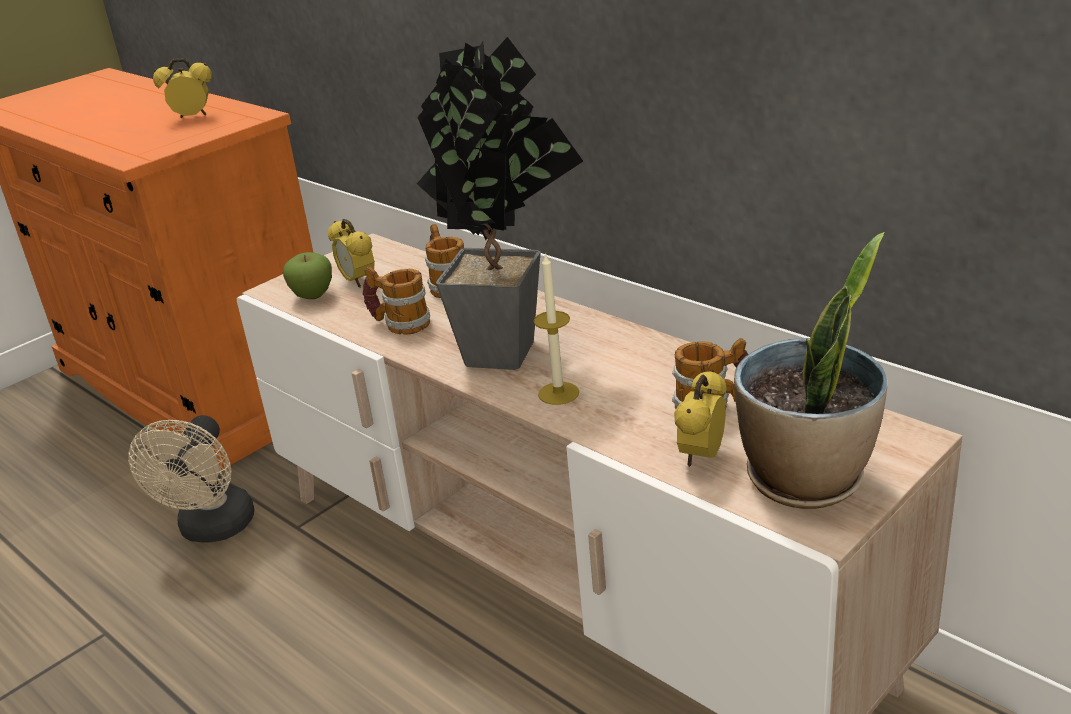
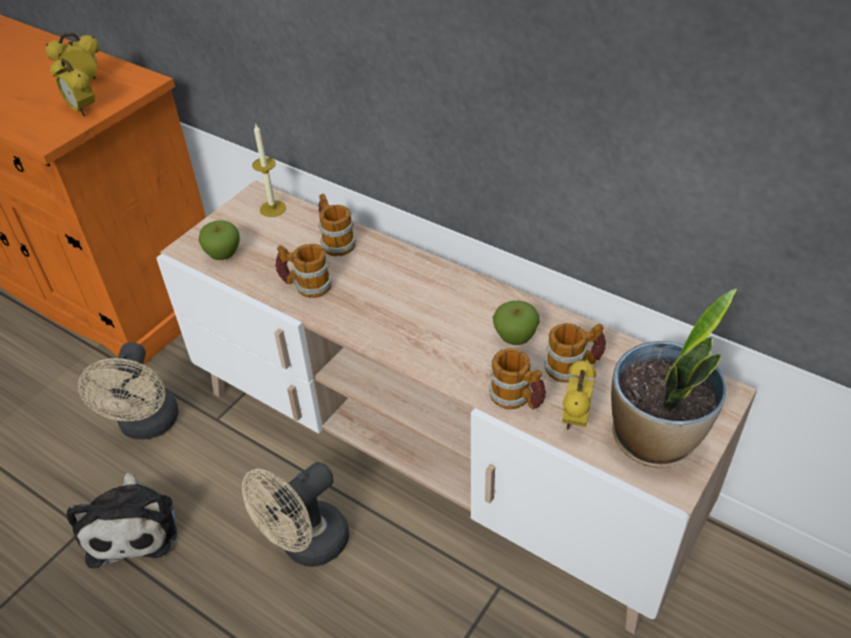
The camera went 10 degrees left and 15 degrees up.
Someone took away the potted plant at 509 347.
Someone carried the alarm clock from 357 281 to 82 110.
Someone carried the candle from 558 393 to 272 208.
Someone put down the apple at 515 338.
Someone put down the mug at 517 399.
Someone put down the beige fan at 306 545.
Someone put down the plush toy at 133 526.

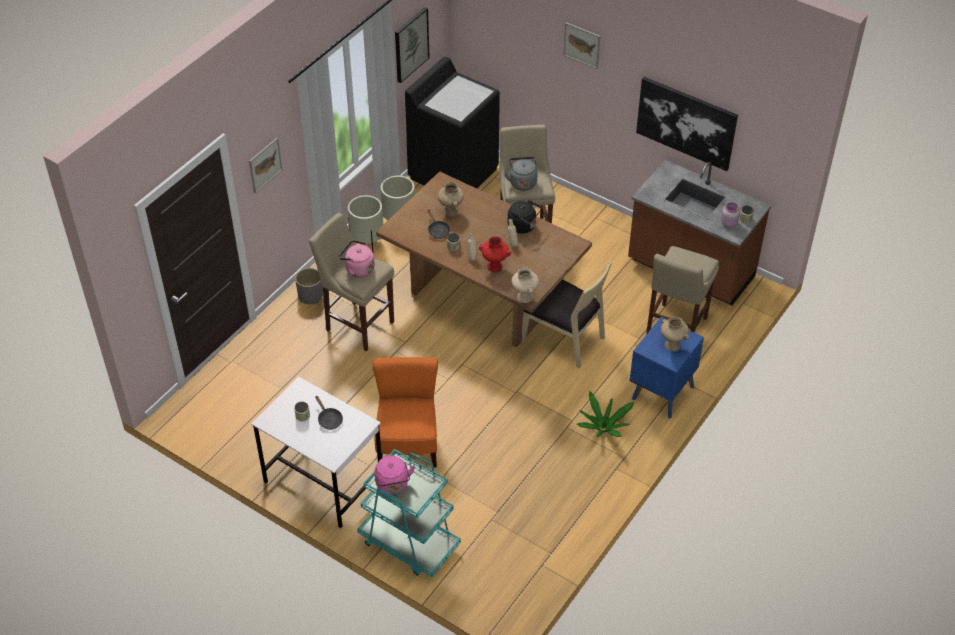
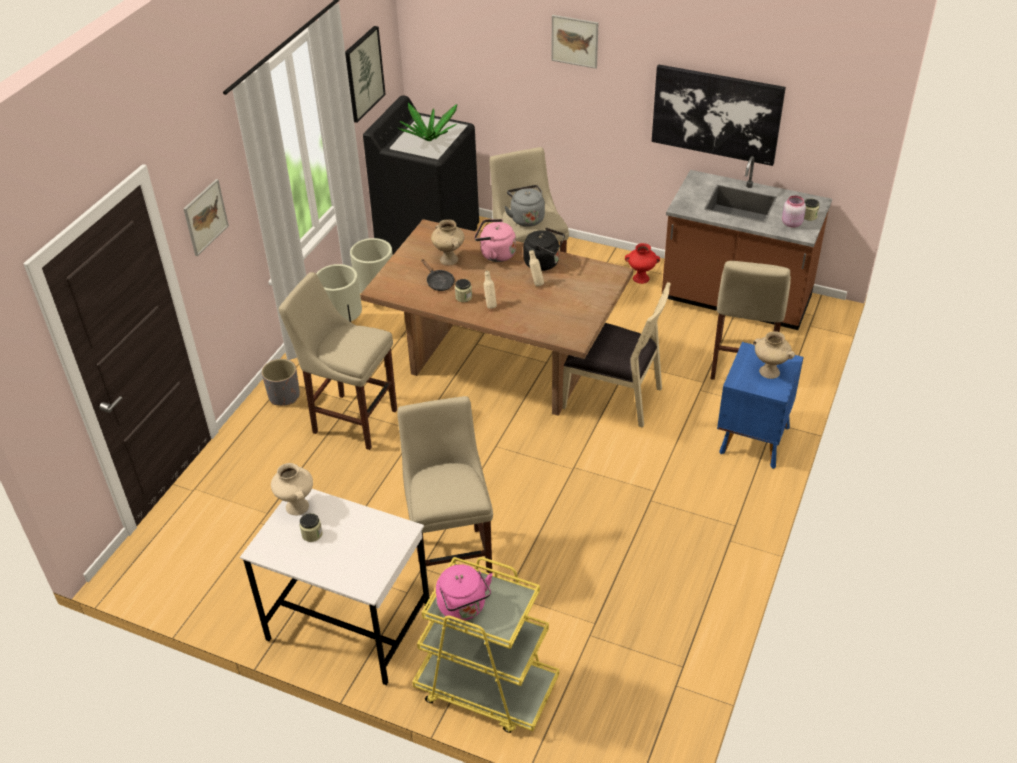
The camera went 10 degrees left and 5 degrees down.
Someone carried the red vase from 495 266 to 641 278.
Someone carried the pink kettle from 358 269 to 495 254.
Someone carried the beige vase from 524 297 to 296 506.
Someone swapped the orange chair at 408 445 for the beige stool at 452 556.
Someone carried the potted plant from 603 427 to 429 138.
Someone took away the black frying pan at 329 419.
Someone repainted the turquoise cart at 409 542, which became the yellow cart at 486 688.

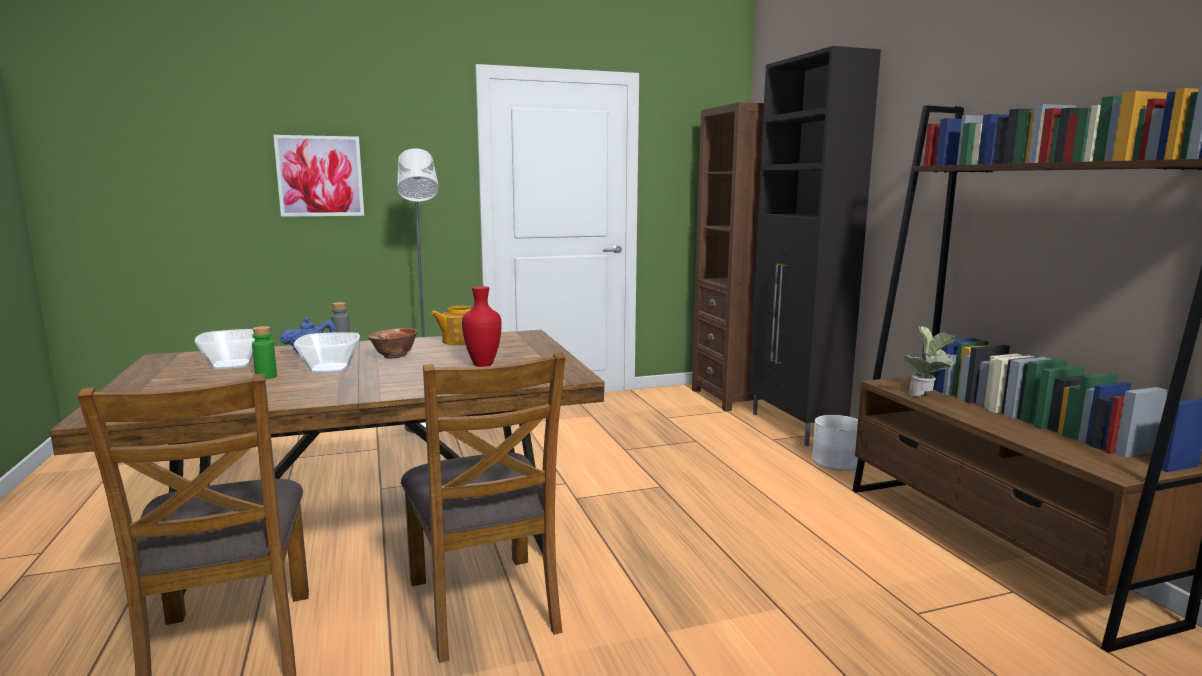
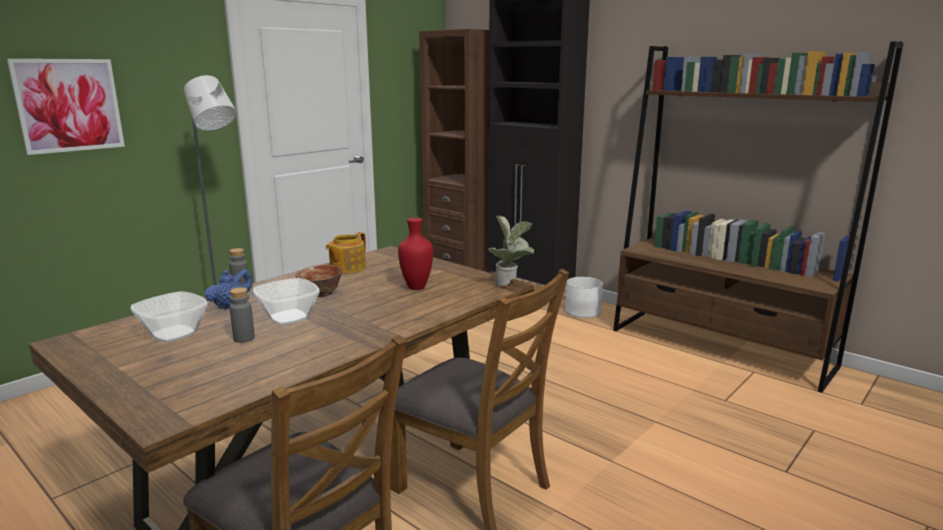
The camera went 30 degrees left and 5 degrees up.
Someone carried the potted plant from 926 396 to 510 284.
Someone repainted the green bottle at 266 377, which became the grey bottle at 244 338.

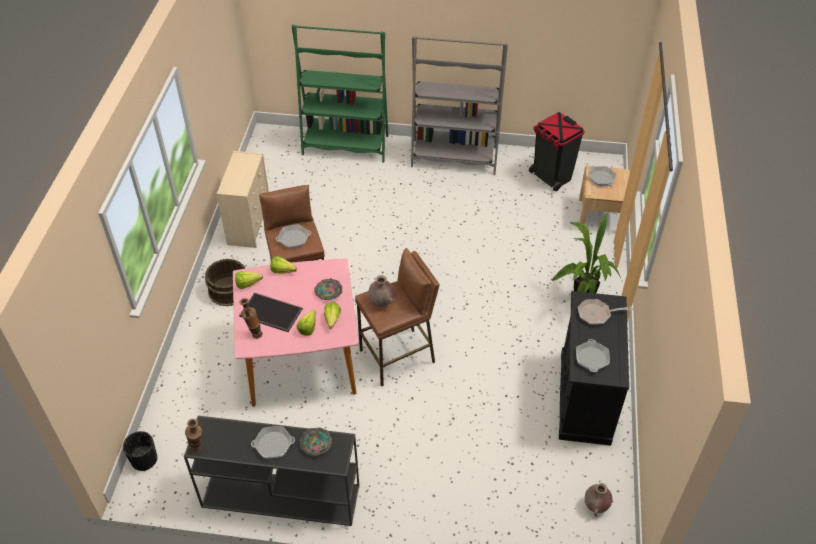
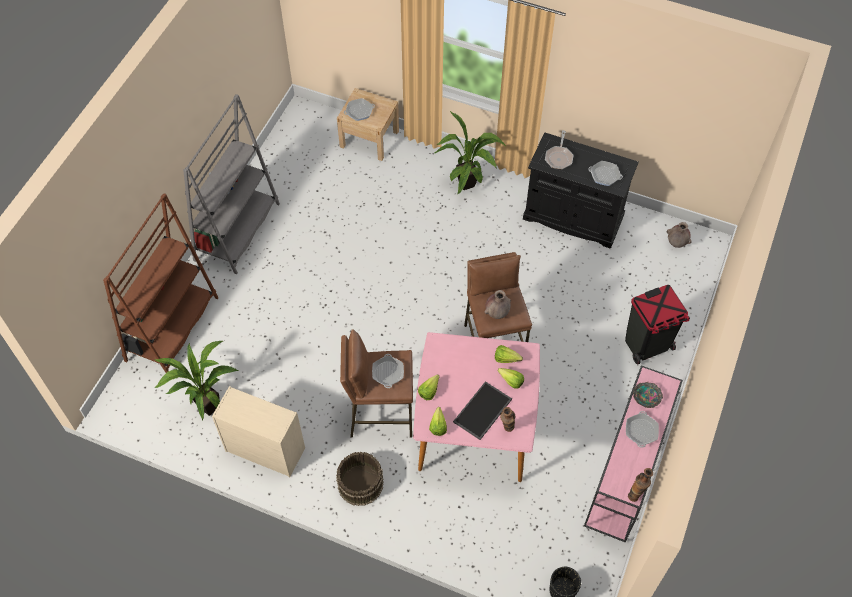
The camera went 75 degrees left and 10 degrees up.
Someone repainted the green bookcase at 345 145, which became the brown bookcase at 172 329.
Someone carried the black trash can from 551 177 to 647 345.
Someone took away the bowl at 328 292.
Someone repainted the black console table at 279 496, which became the pink console table at 625 473.
Someone put down the potted plant at 206 405.

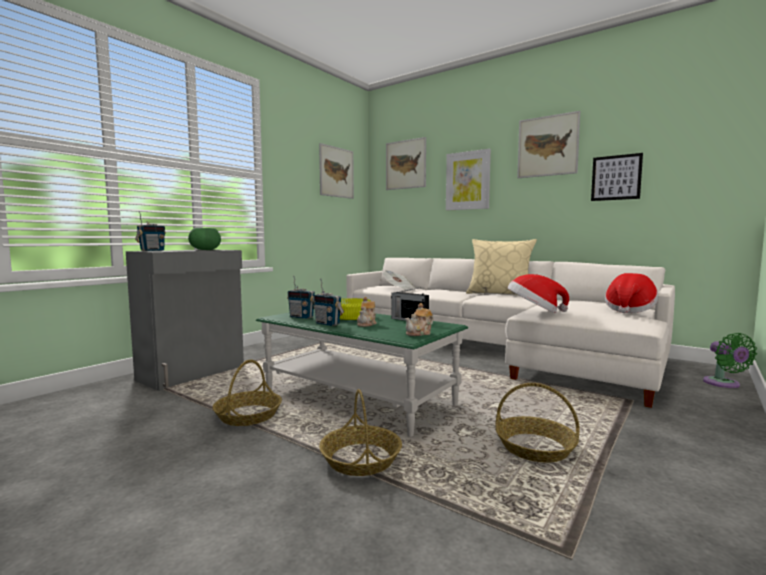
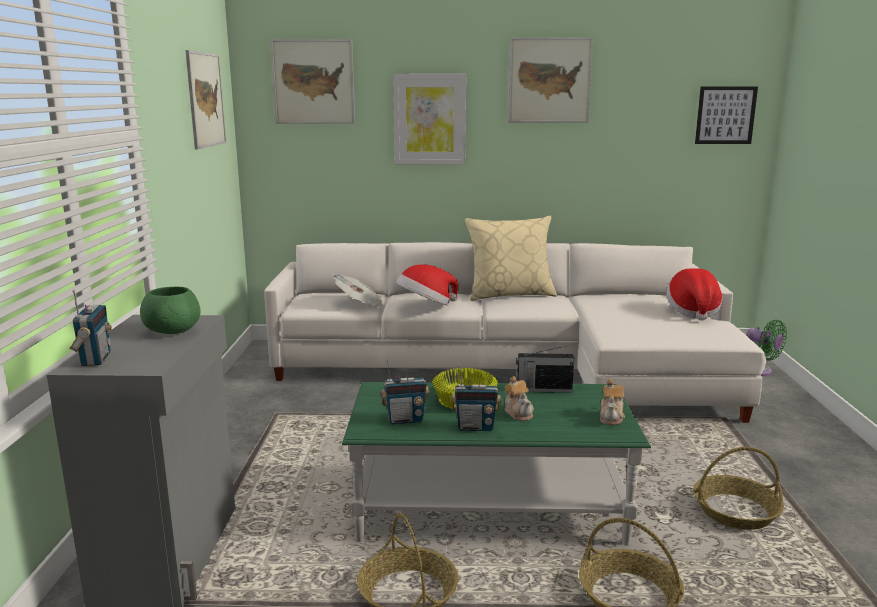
The camera went 35 degrees left and 10 degrees up.
Someone carried the picture from 616 177 to 725 115.
Someone carried the hat from 534 311 to 426 305.

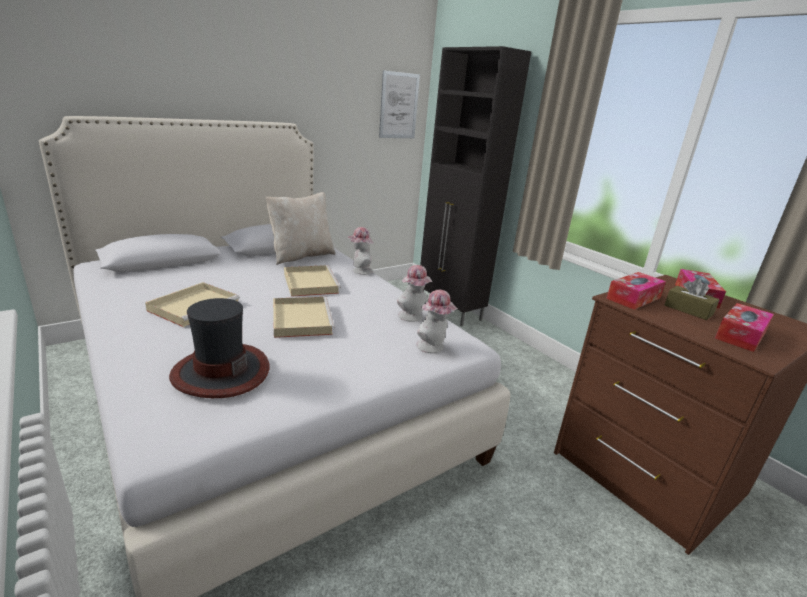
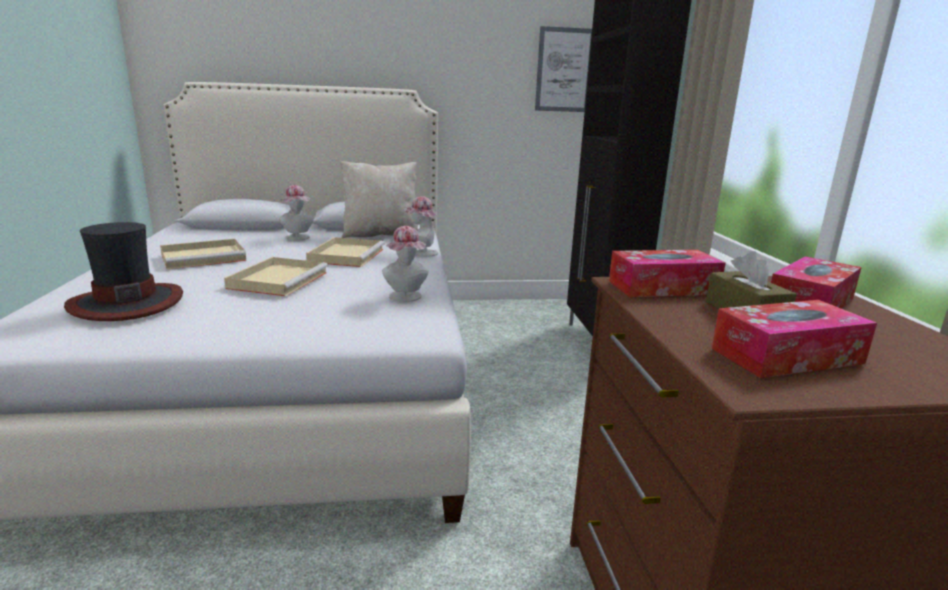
The camera went 30 degrees right and 5 degrees down.
Someone carried the hat from 433 347 to 298 238.

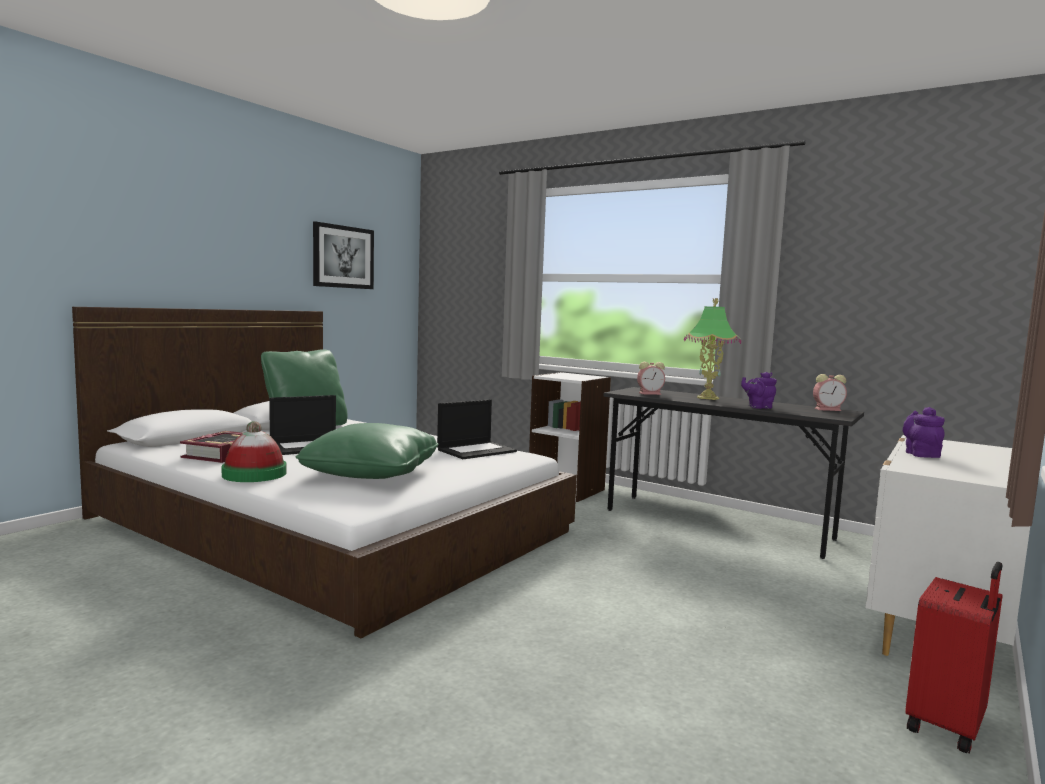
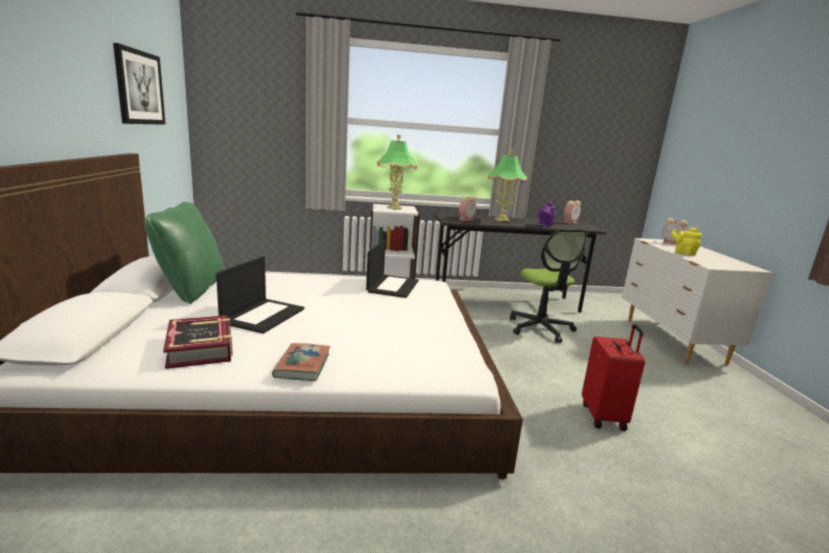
The camera went 40 degrees left and 10 degrees up.
Someone repainted the purple teapot at 920 454, which became the yellow teapot at 683 253.
Someone swapped the hat at 254 474 for the book at 302 365.
Someone took away the green pillow at 371 473.
Someone carried the red suitcase from 948 726 to 604 416.
Someone put down the table lamp at 394 208.
Someone put down the alarm clock at 672 243.
Someone put down the office chair at 540 328.

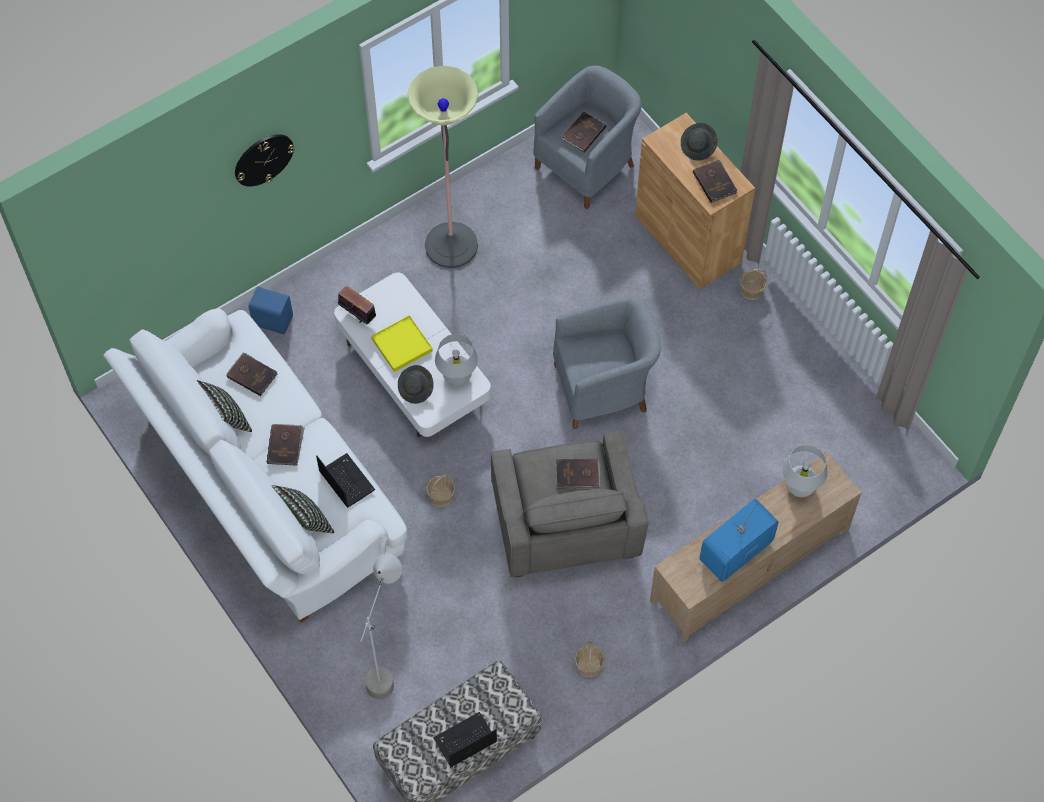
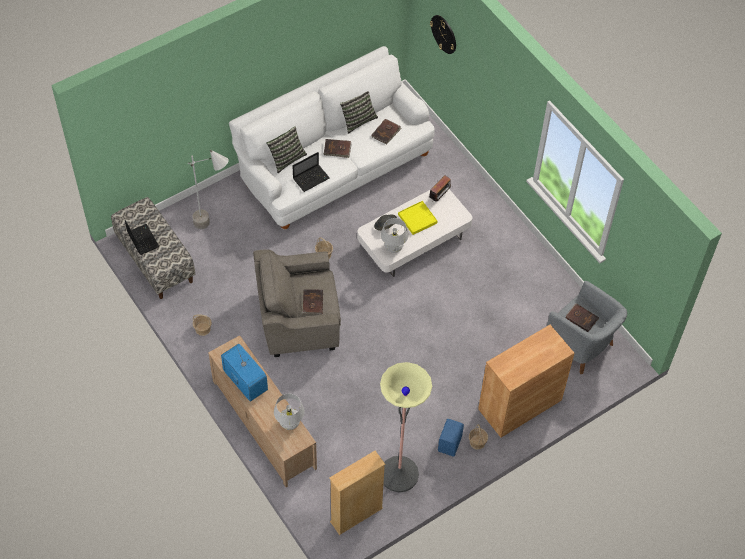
The camera went 90 degrees right and 5 degrees down.
Someone carried the floor lamp from 451 245 to 399 474.
Someone took away the grey hat at 698 147.
Someone carried the wall clock from 263 159 to 444 34.
Someone took away the brown book at 715 182.
Someone carried the blue speaker from 272 320 to 450 443.
Someone took away the grey armchair at 605 387.
Someone put down the beige bookcase at 356 515.

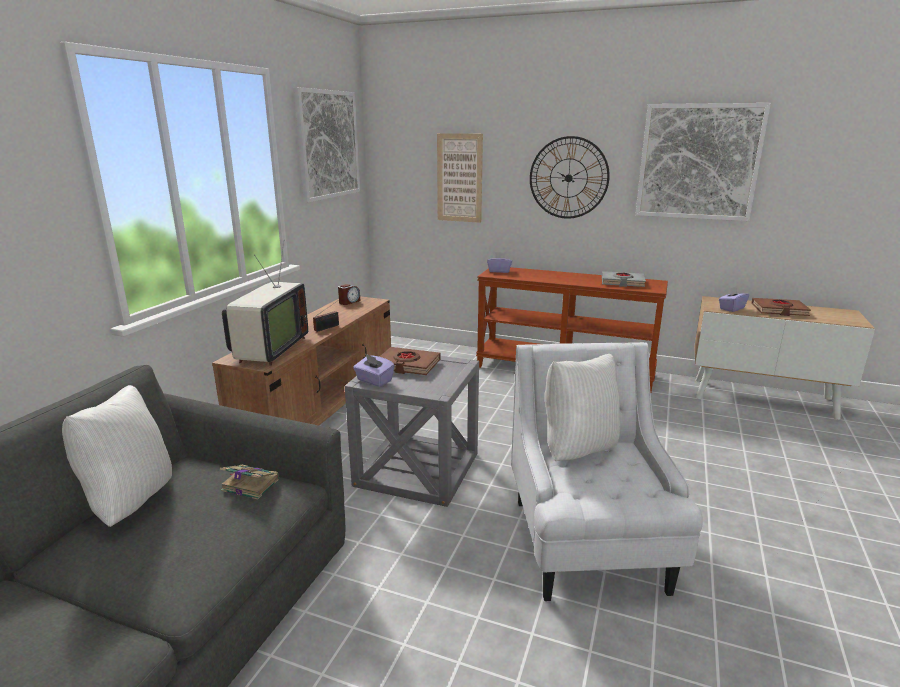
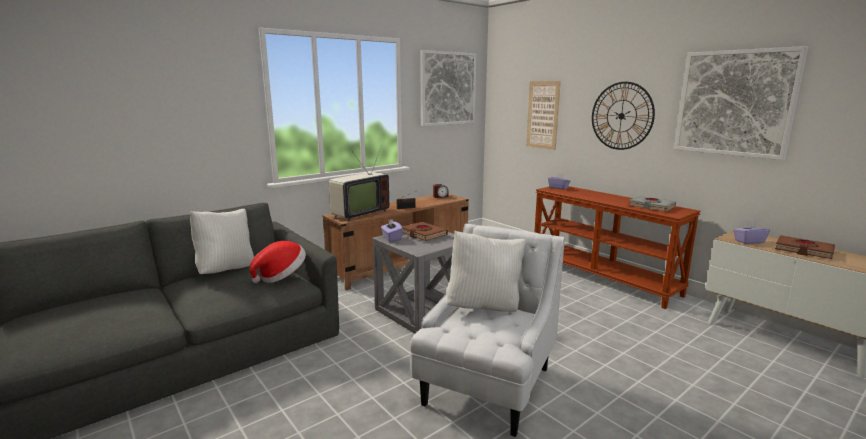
The camera went 30 degrees right and 5 degrees down.
Someone swapped the book at 249 484 for the hat at 281 276.

